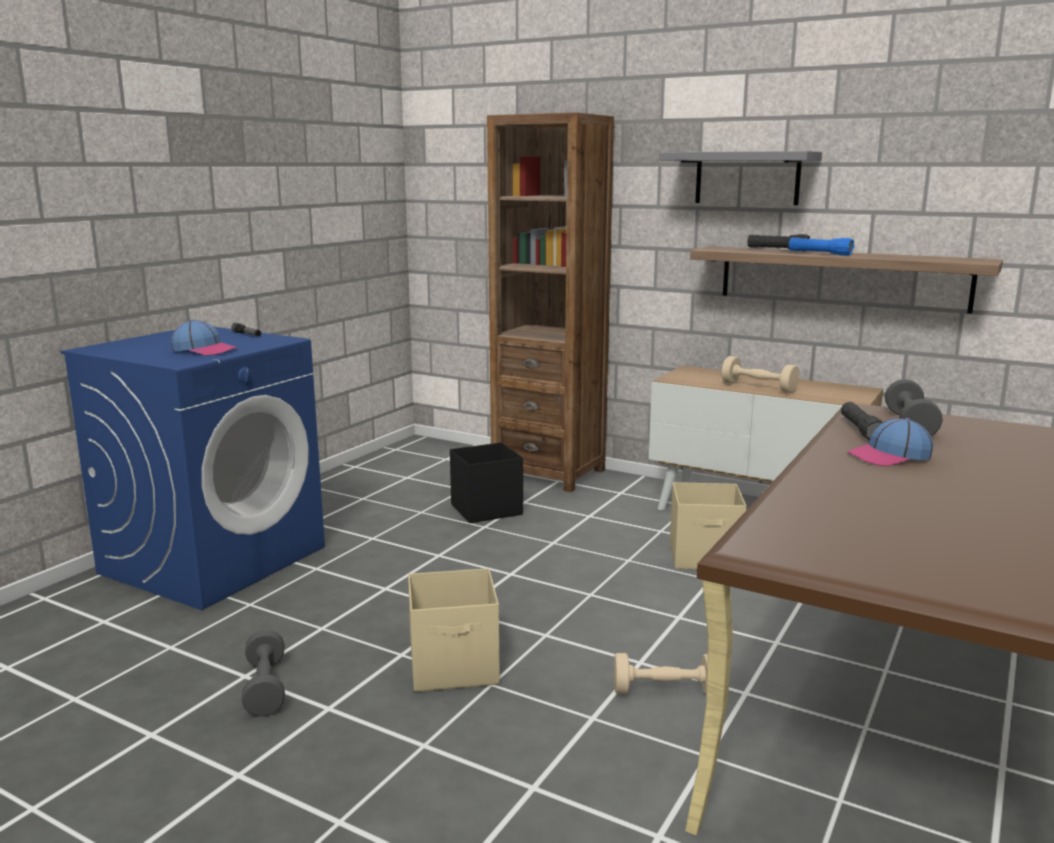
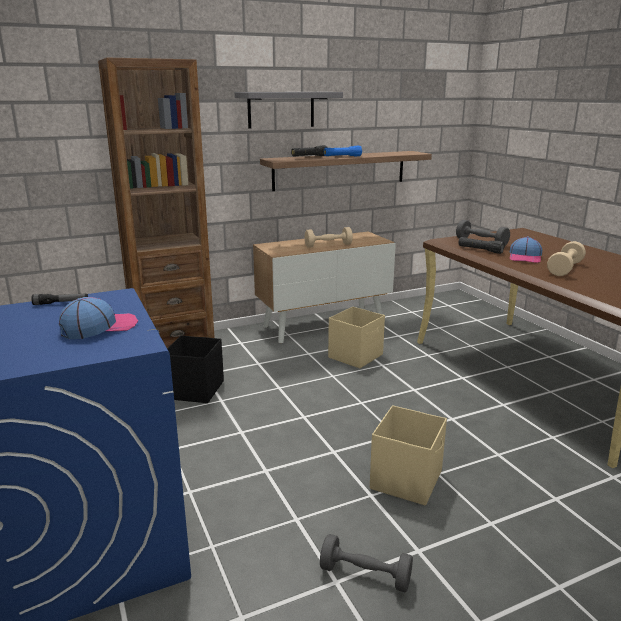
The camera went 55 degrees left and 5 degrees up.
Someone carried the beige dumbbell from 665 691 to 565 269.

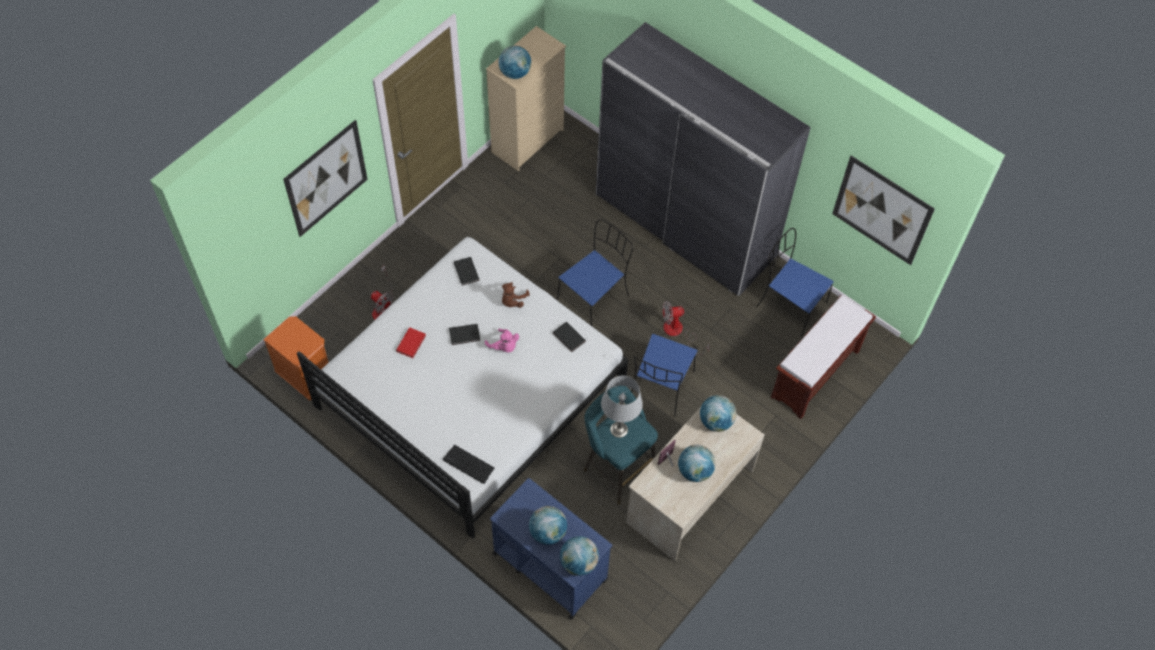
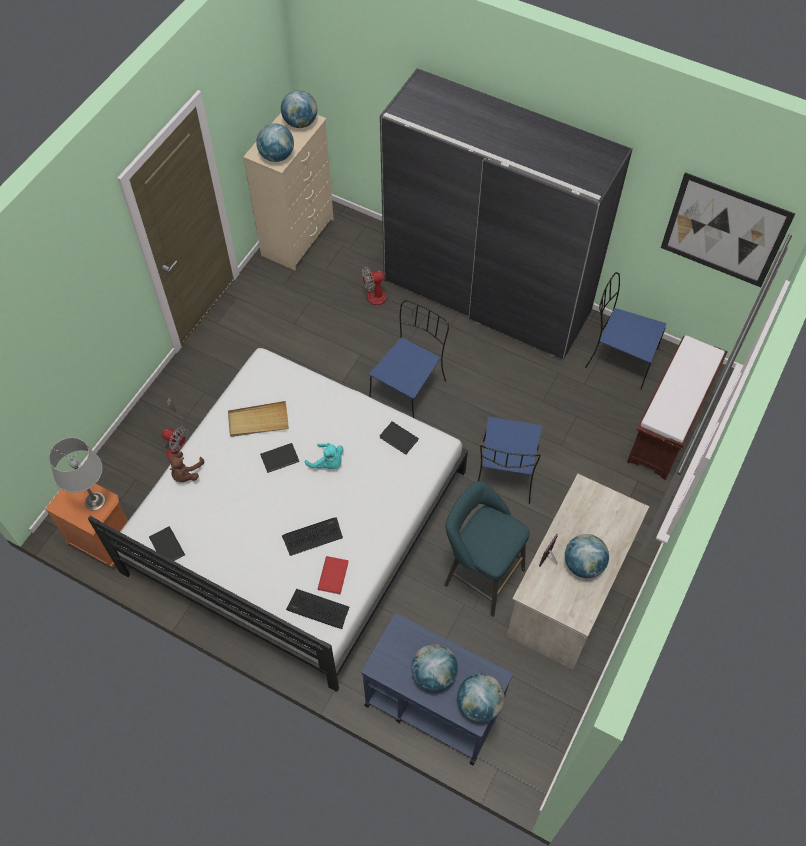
The camera went 10 degrees left and 0 degrees up.
Someone took away the picture at 326 178.
Someone carried the black book from 465 272 to 166 547.
Someone carried the brown plush toy from 512 301 to 186 473.
Someone carried the fan from 678 332 to 383 301.
Someone carried the red book from 412 343 to 334 575.
Someone repainted the pink plush toy at 504 346, which became the turquoise plush toy at 328 463.
Someone carried the grey table lamp from 619 429 to 95 501.
Someone carried the globe from 716 421 to 300 123.
Someone put down the beige tray at 258 421.
Someone put down the keyboard at 312 536.

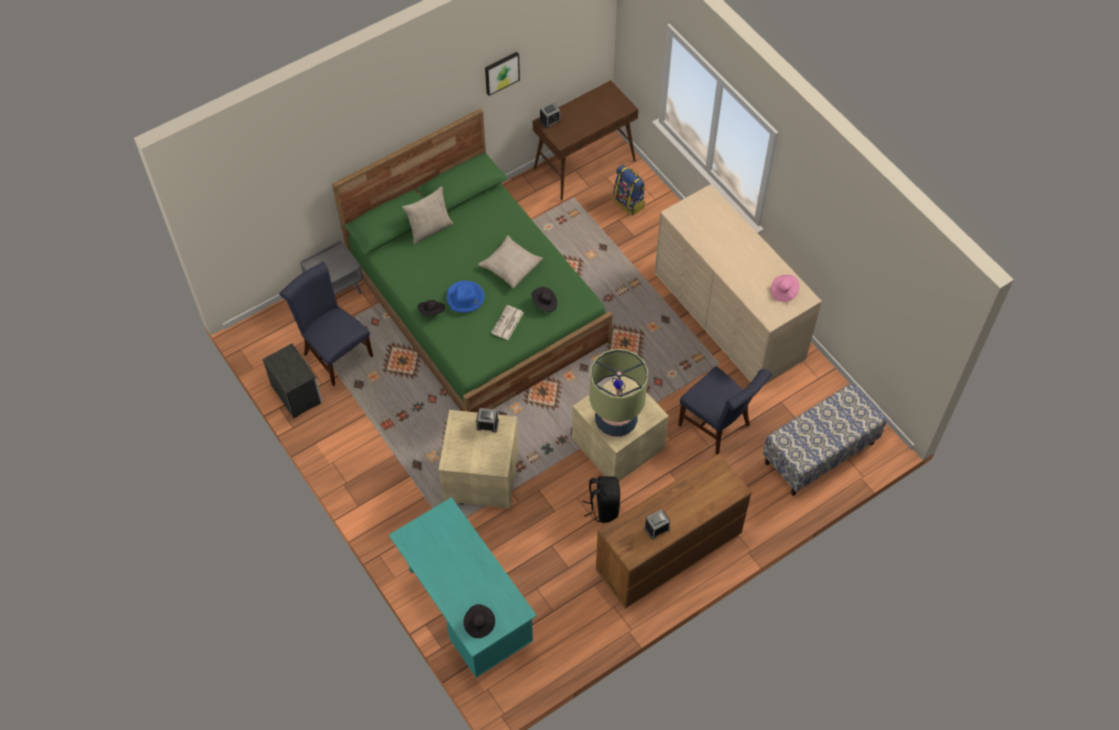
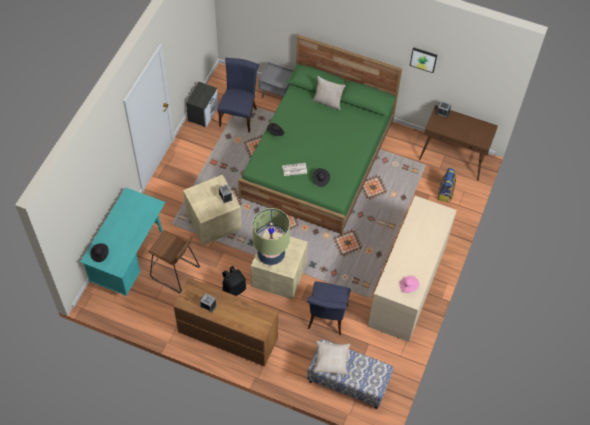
The camera went 55 degrees right and 0 degrees up.
Someone carried the beige pillow from 510 265 to 331 359.
Someone took away the blue hat at 465 298.
Someone put down the brown stool at 175 273.

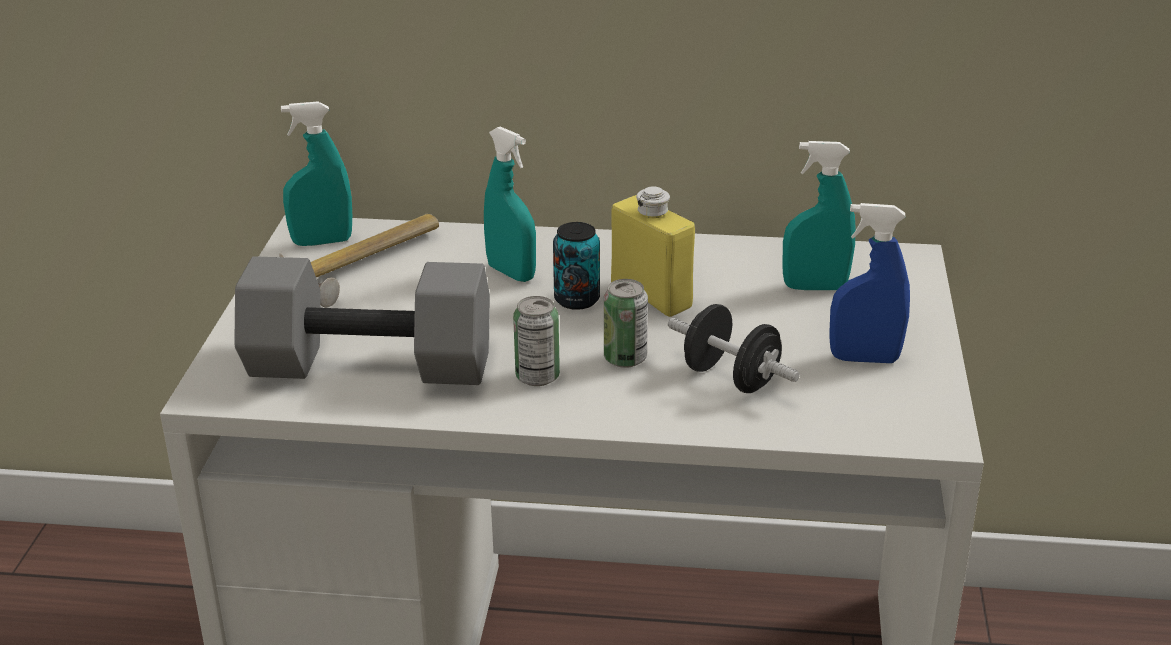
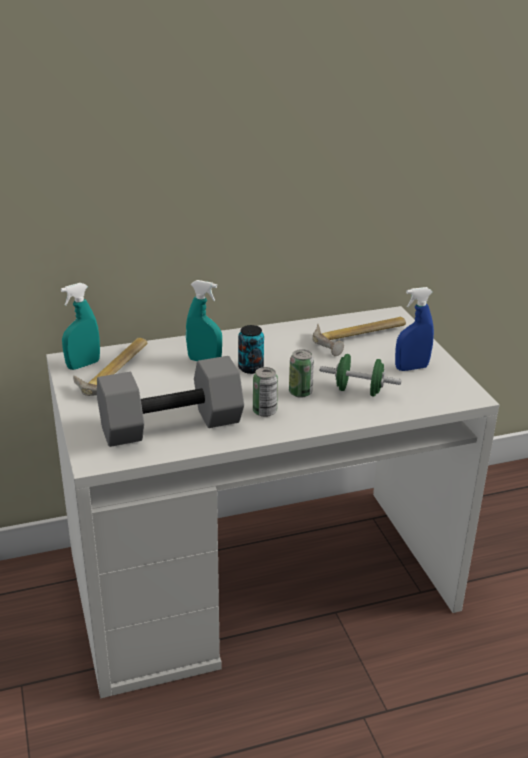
The camera went 25 degrees left and 0 degrees up.
Someone swapped the turquoise spray bottle at 815 287 for the hammer at 361 338.
Someone took away the yellow bottle at 651 296.
Someone repainted the black dumbbell at 731 378, which became the green dumbbell at 358 391.

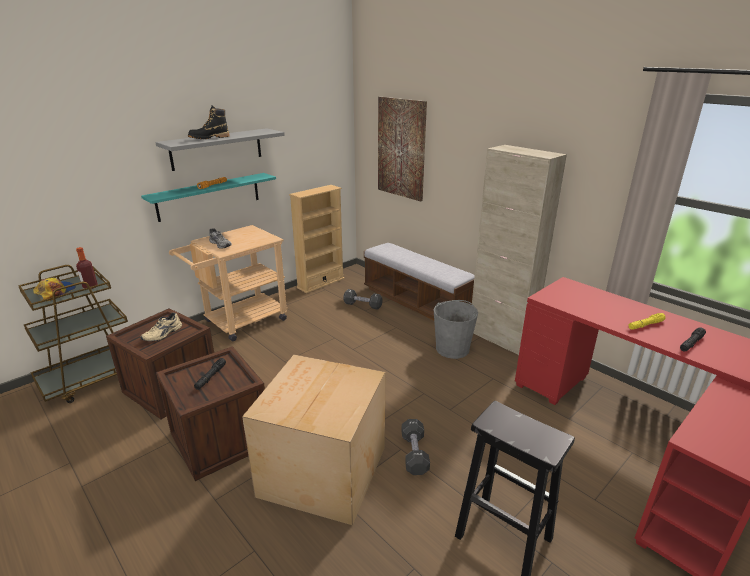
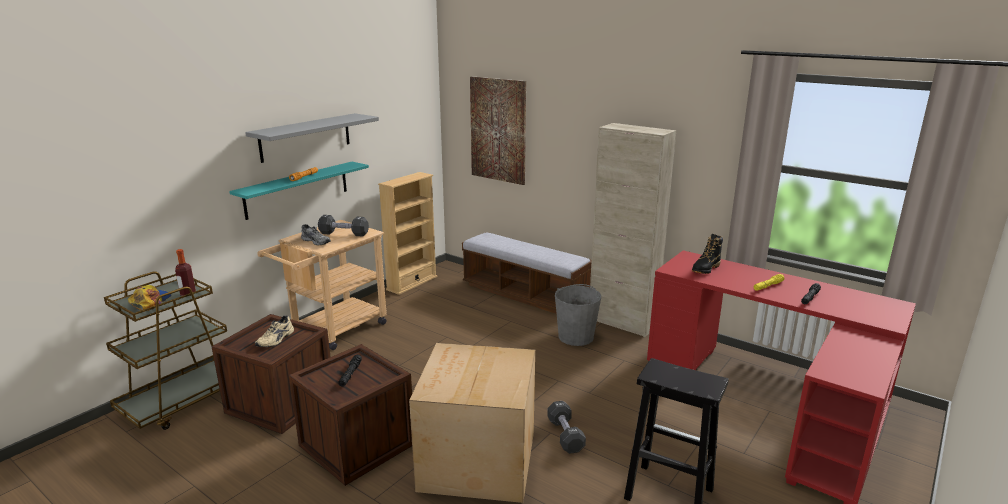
The camera went 10 degrees left and 5 degrees down.
Someone carried the black boot from 209 138 to 705 269.
Someone carried the black dumbbell from 363 305 to 344 234.

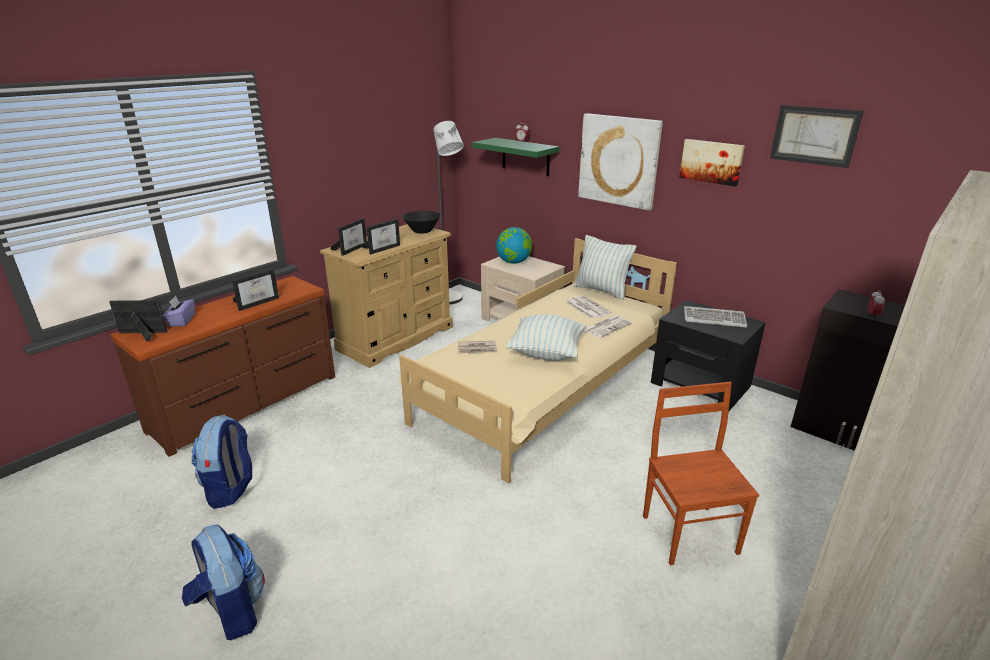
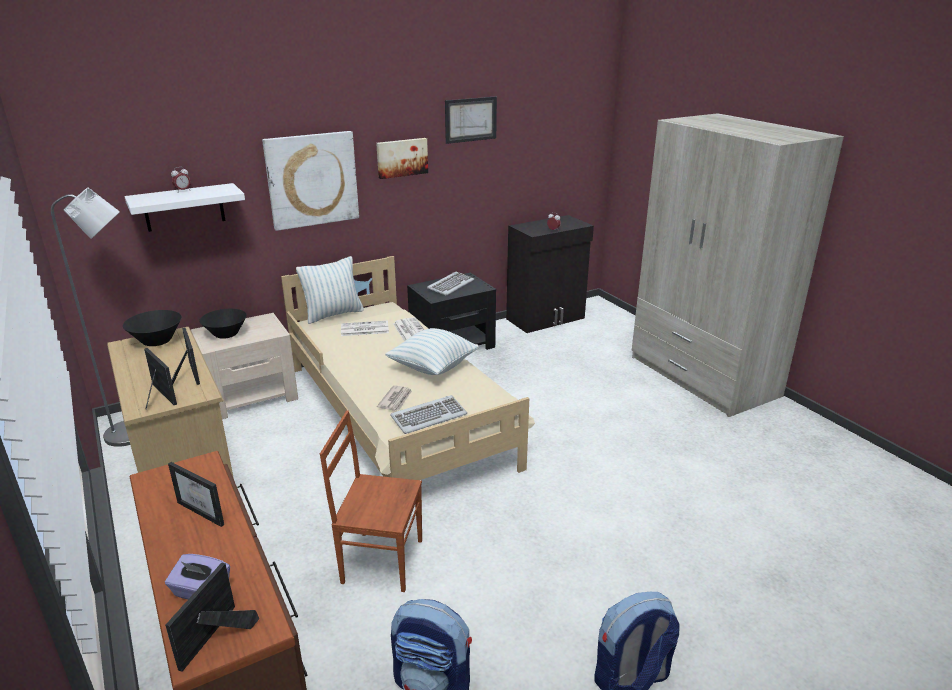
The camera went 70 degrees left and 0 degrees up.
Someone repainted the green shelf at 525 157, which became the white shelf at 184 207.
Someone swapped the globe at 514 262 for the black bowl at 226 334.
Someone rotated the picture frame at 257 302 by 150 degrees clockwise.
Someone carried the brown chair from 690 533 to 381 560.
Someone put down the keyboard at 429 416.

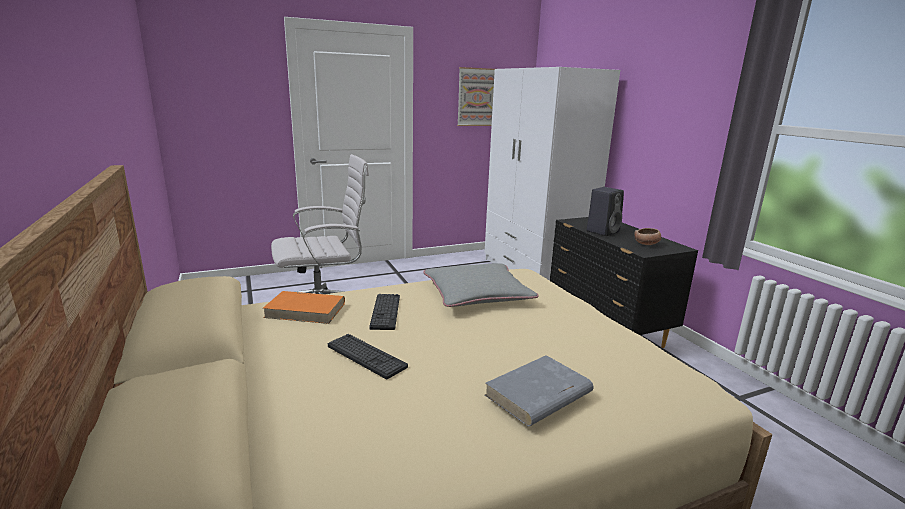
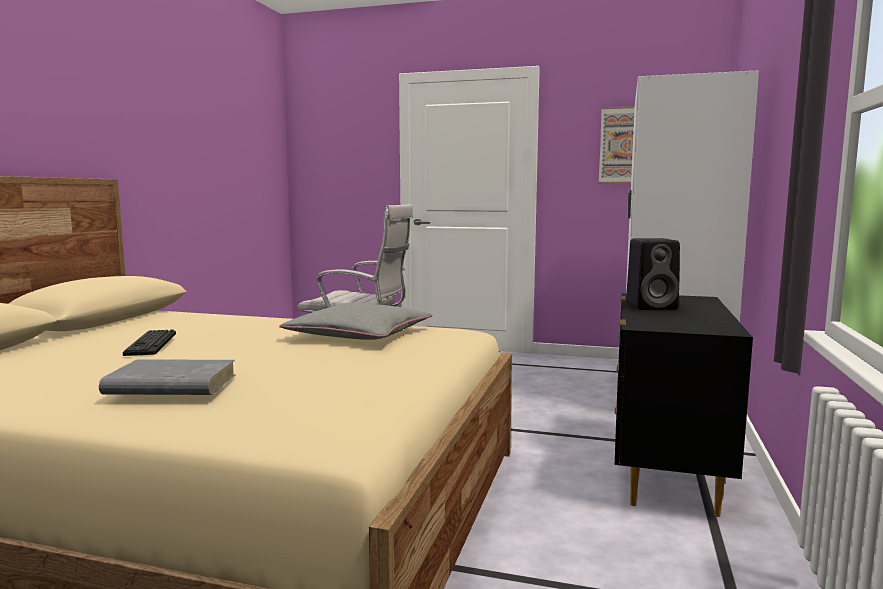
The camera went 40 degrees right and 10 degrees down.
Someone took away the bowl at 647 244.
Someone took away the orange book at 306 310.
Someone took away the keyboard at 385 312.

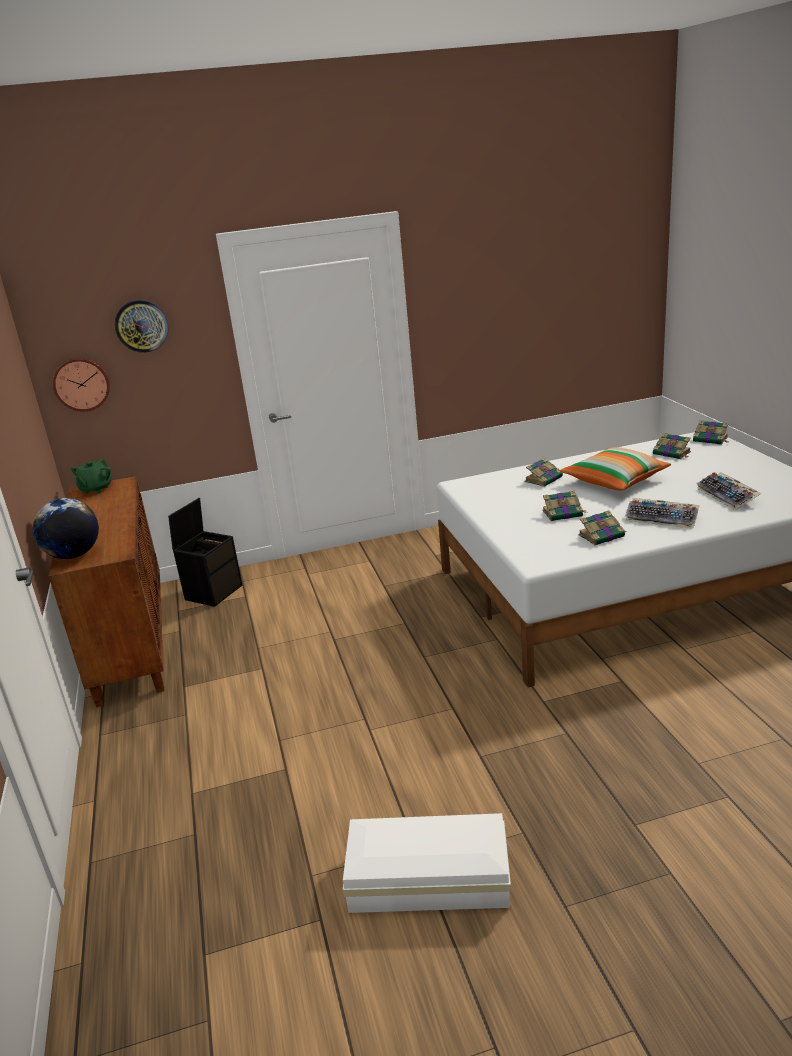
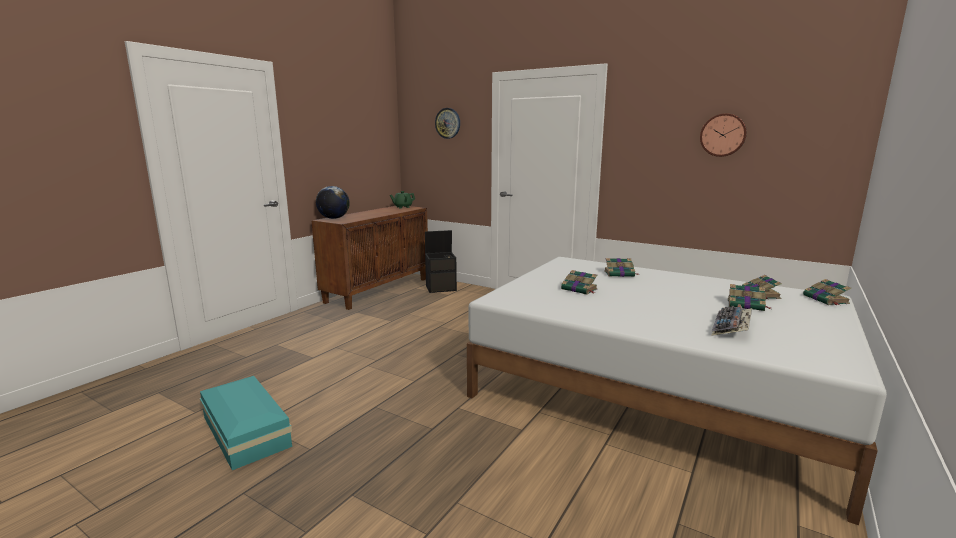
The camera went 45 degrees right and 10 degrees down.
Someone carried the wall clock from 81 383 to 723 135.
Someone took away the pillow at 614 481.
Someone took away the keyboard at 663 518.
Someone carried the book from 602 536 to 746 305.
Someone repainted the white storage box at 431 879, which became the turquoise storage box at 245 432.

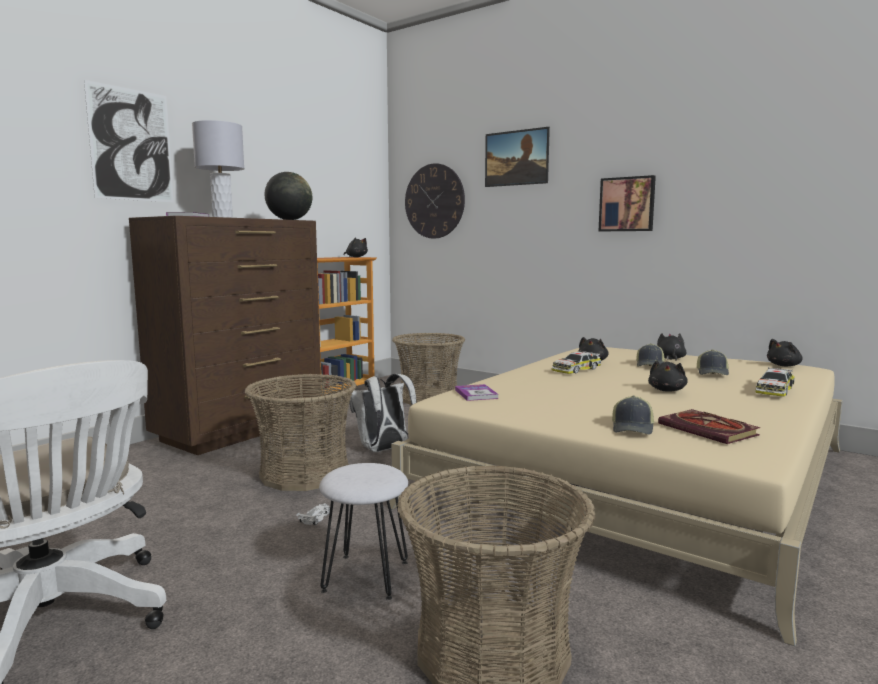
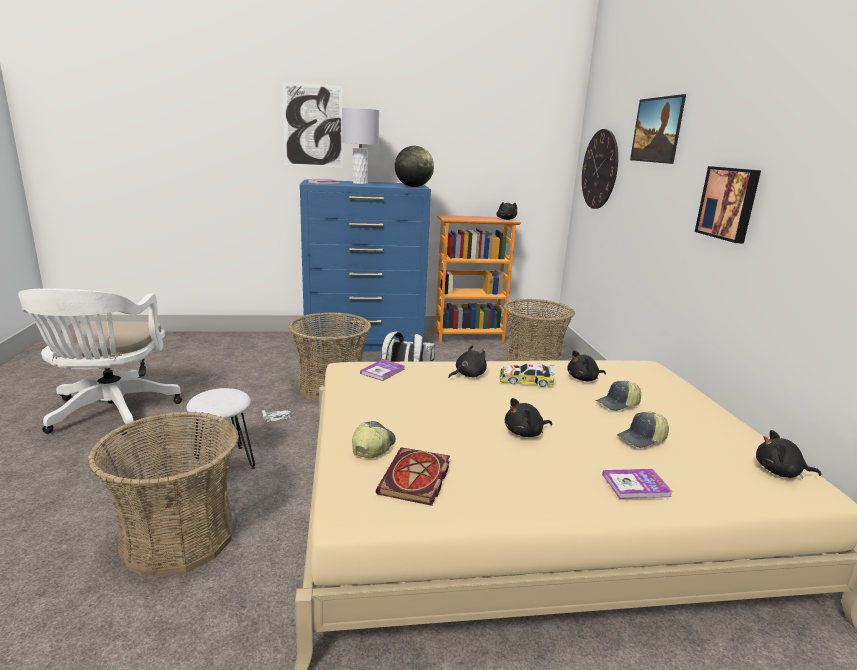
The camera went 45 degrees right and 10 degrees up.
Someone repainted the brown dresser at 242 430, which became the blue dresser at 365 343.
Someone carried the black plush toy from 670 358 to 468 375.
Someone swapped the toy car at 774 390 for the book at 636 485.
Someone rotated the cap at 633 428 by 135 degrees clockwise.

